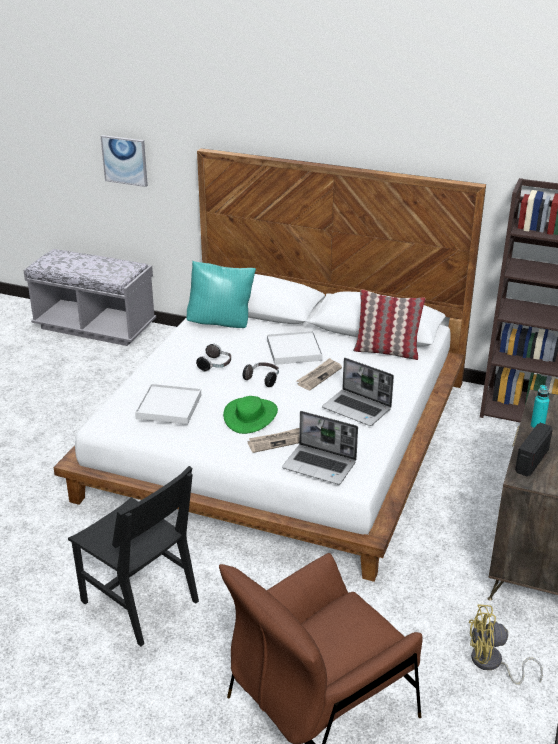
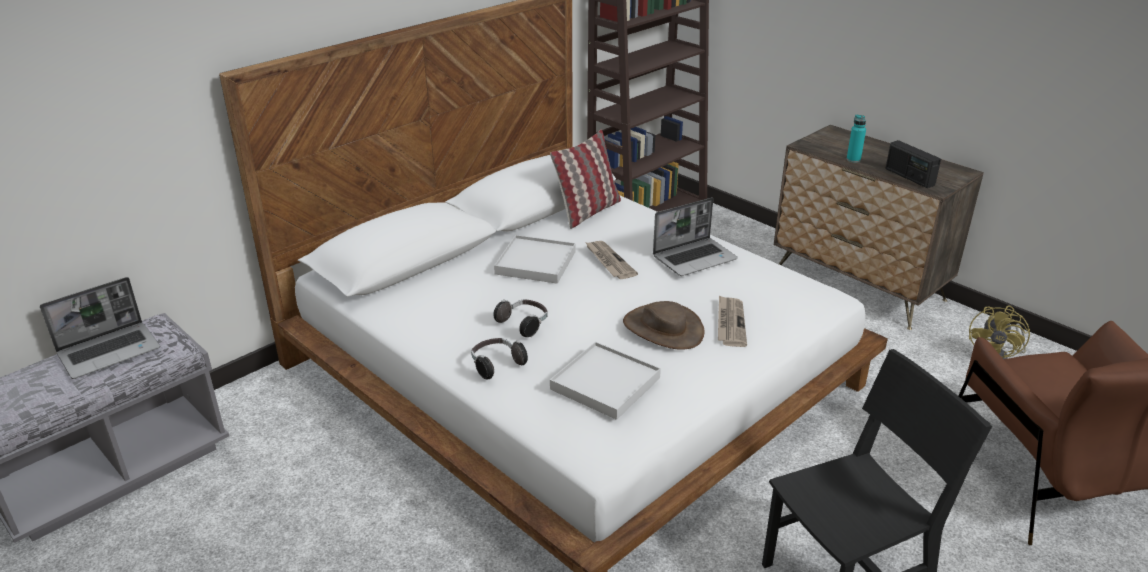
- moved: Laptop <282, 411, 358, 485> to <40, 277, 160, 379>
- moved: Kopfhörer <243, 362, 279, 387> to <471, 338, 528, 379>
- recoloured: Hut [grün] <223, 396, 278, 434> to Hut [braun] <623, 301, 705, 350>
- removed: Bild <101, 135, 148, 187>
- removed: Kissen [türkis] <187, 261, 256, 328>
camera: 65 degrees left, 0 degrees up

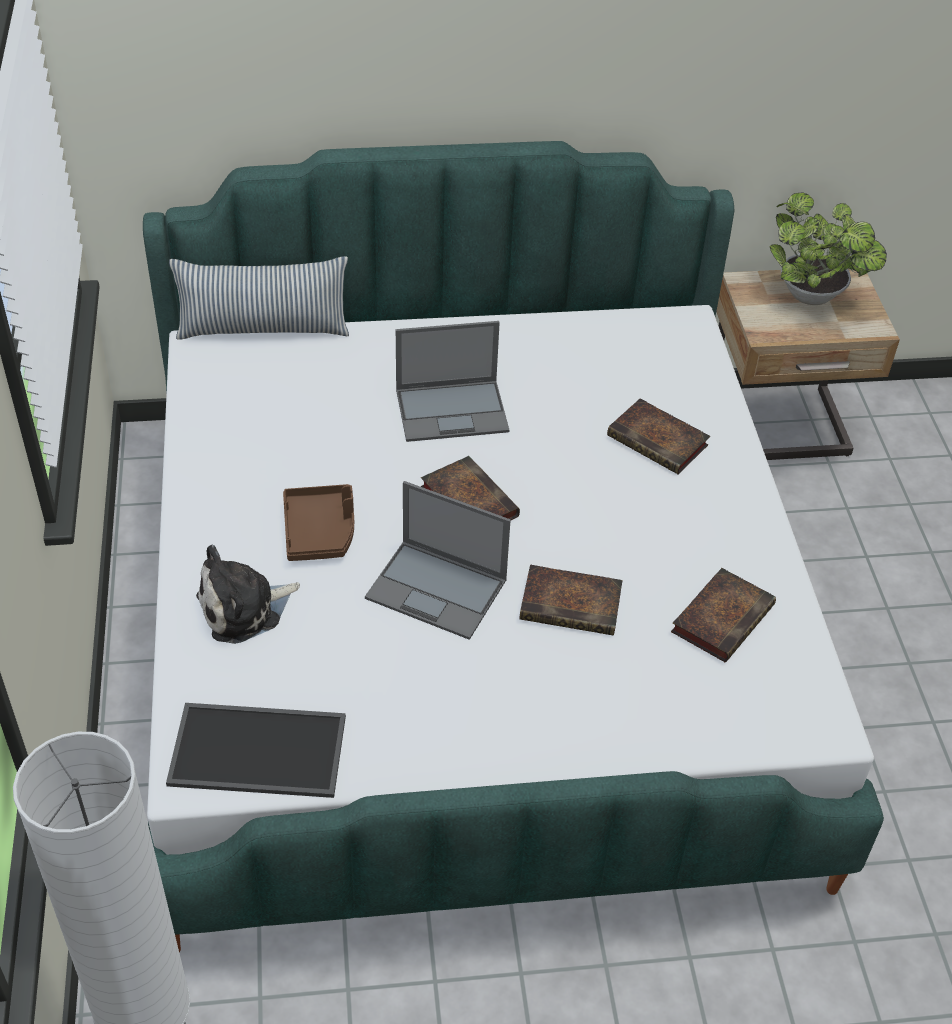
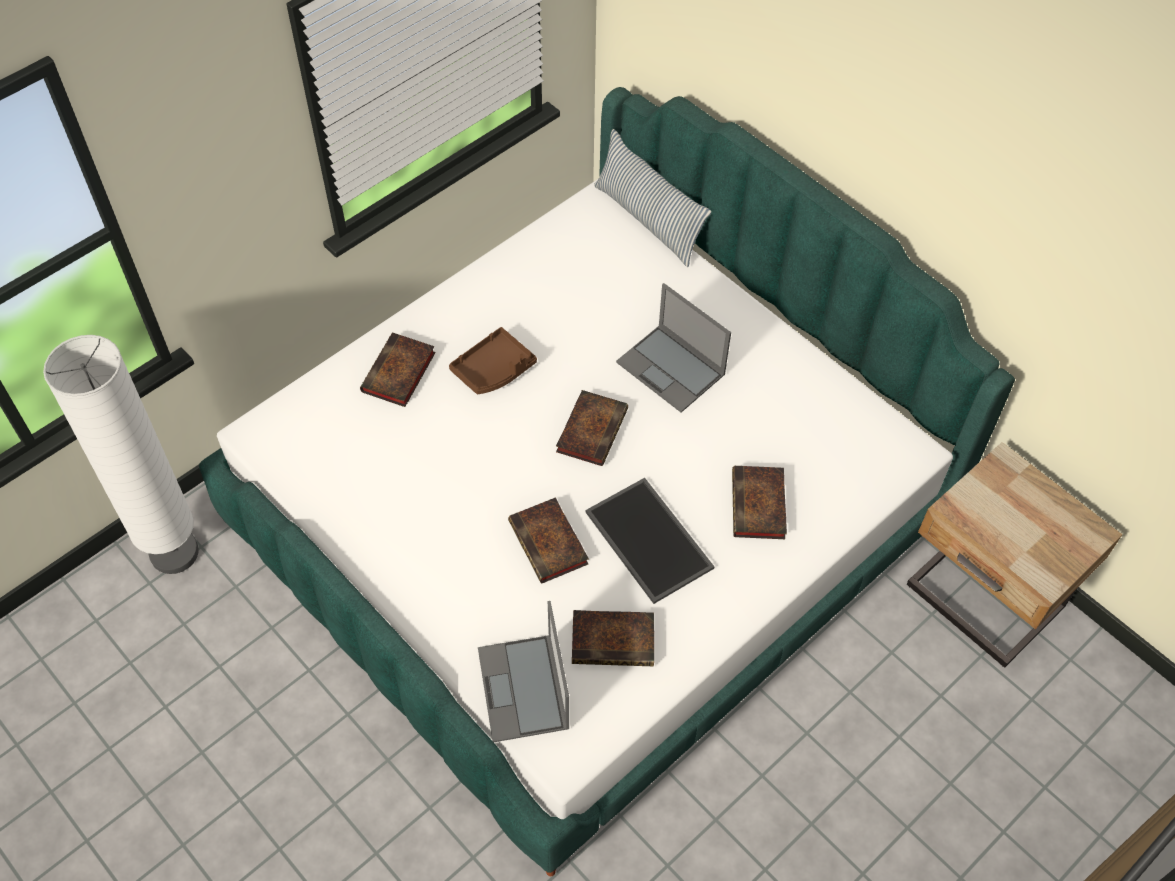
- replaced: Plüschtier <196, 545, 300, 644> to Buch <360, 332, 436, 407>
- moved: Laptop <365, 481, 511, 640> to <478, 601, 569, 742>
- moved: Tablett <166, 703, 346, 798> to <585, 478, 714, 604>
- removed: Topfpflanze <770, 192, 887, 305>
camera: 55 degrees right, 10 degrees up

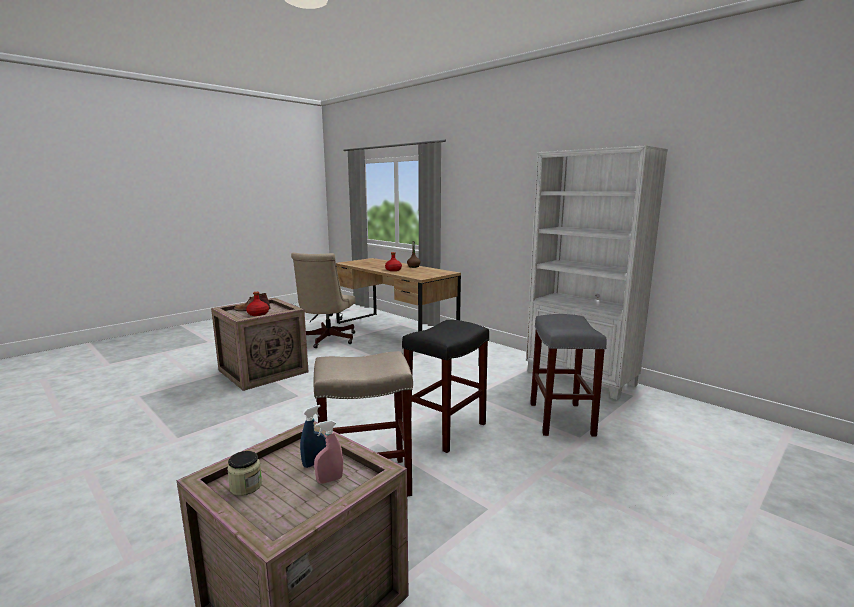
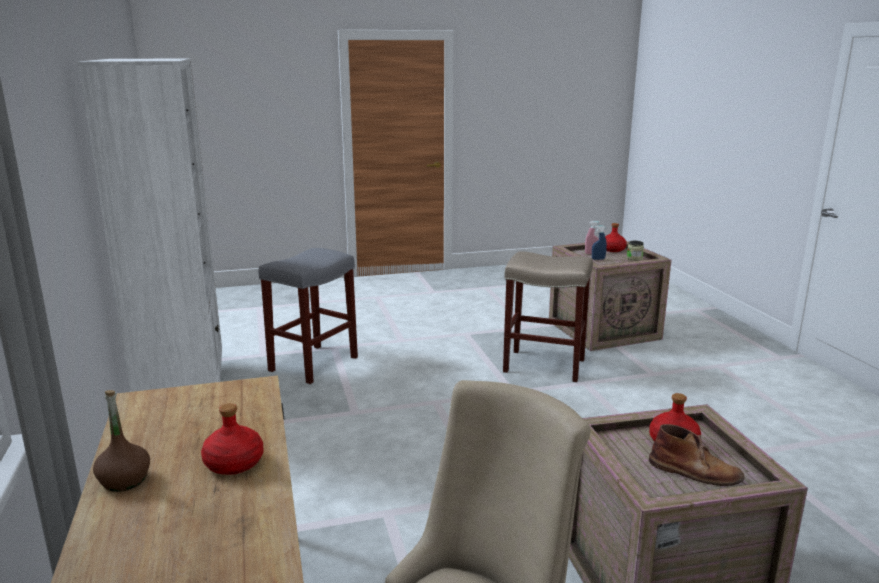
- added: Flasche [rot] <605, 223, 627, 252>
- removed: Hocker [schwarz] <402, 320, 489, 453>
camera: 150 degrees left, 5 degrees up

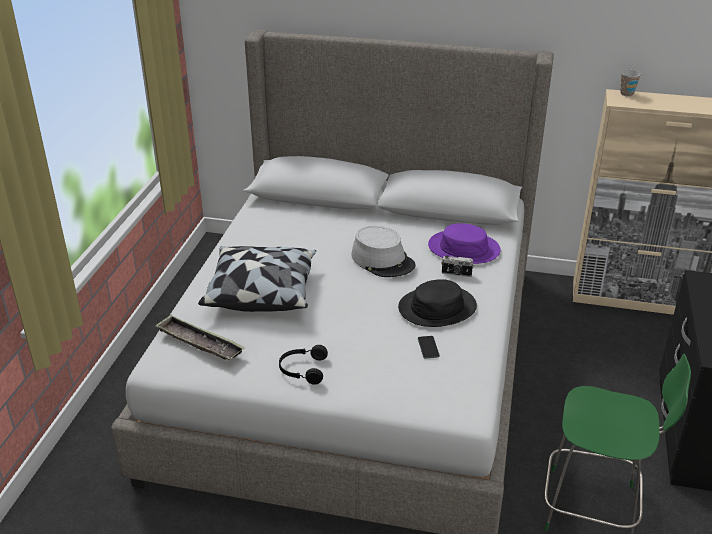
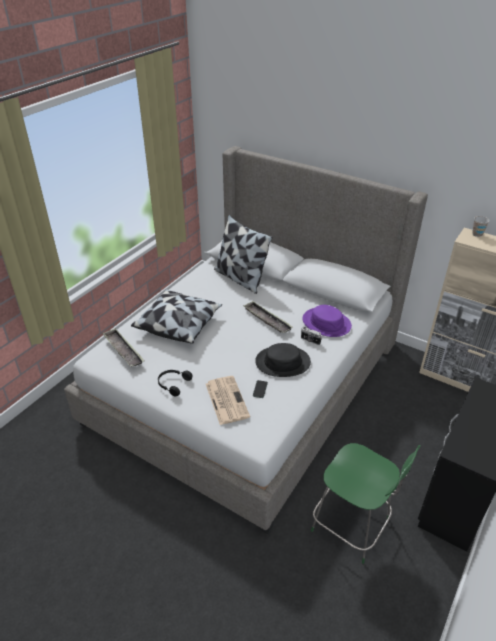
- added: Zeitung <206, 376, 250, 425>
- added: Kissen <214, 215, 273, 294>
- replaced: Hut [grau] <351, 226, 415, 277> to Tablett <243, 301, 293, 333>
camera: 20 degrees right, 5 degrees up

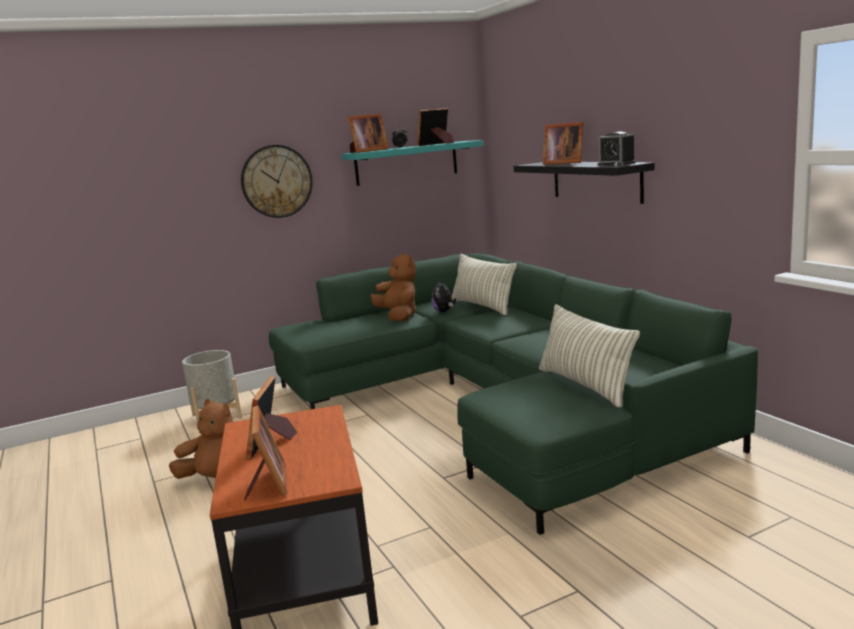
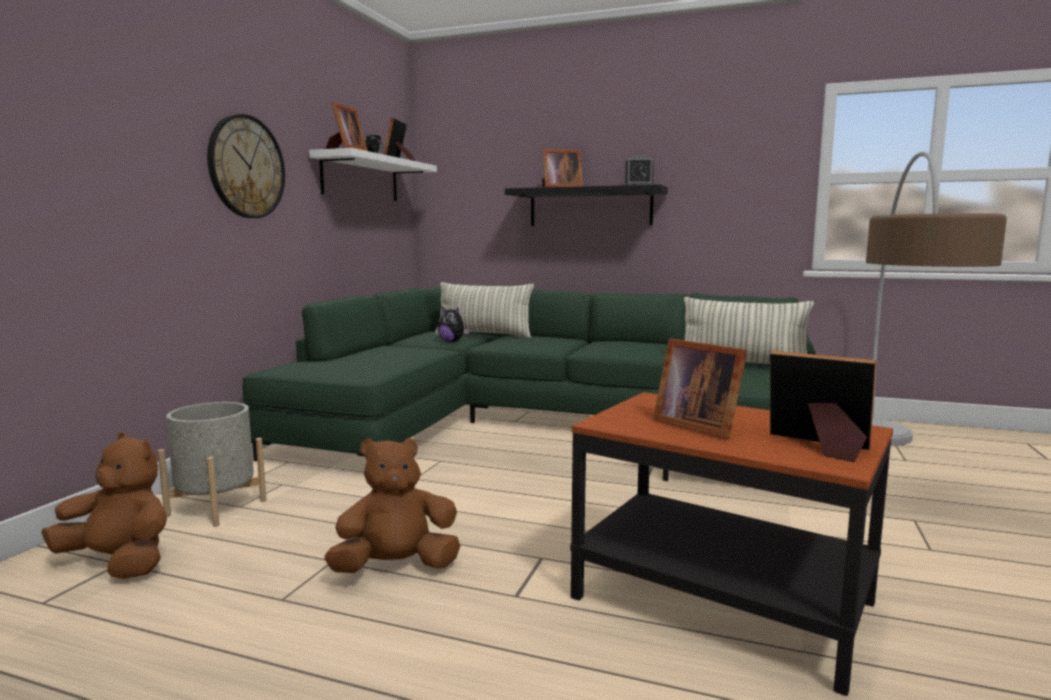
- moved: Plüschtier [braun] <370, 252, 416, 321> to <41, 432, 167, 579>
- recoloured: Wandregal [türkis] <342, 140, 483, 186> to Wandregal [weiß] <309, 148, 437, 201>
- added: Stehlampe <866, 151, 1007, 446>
camera: 45 degrees left, 5 degrees down

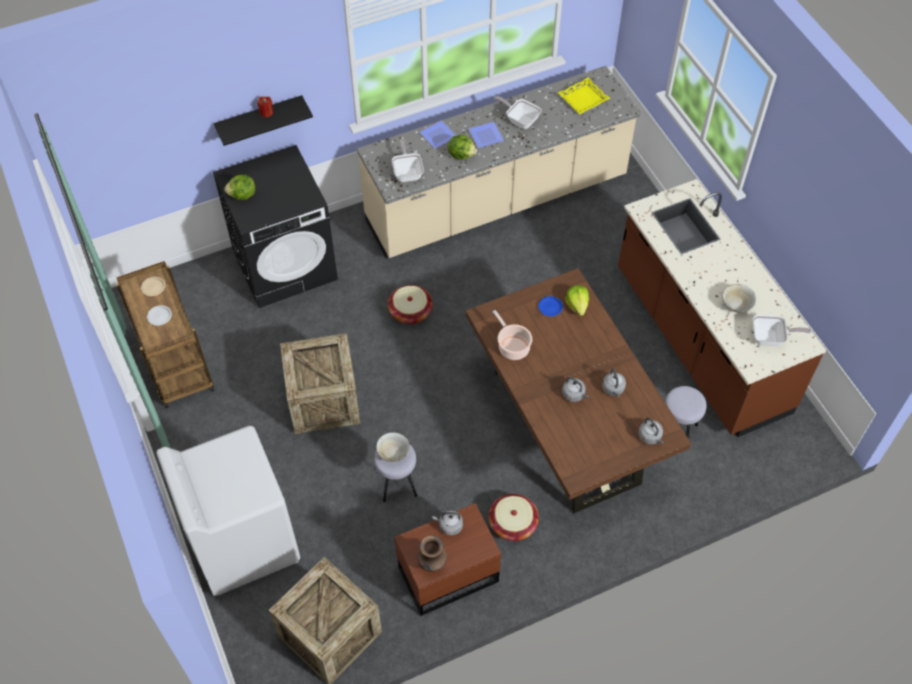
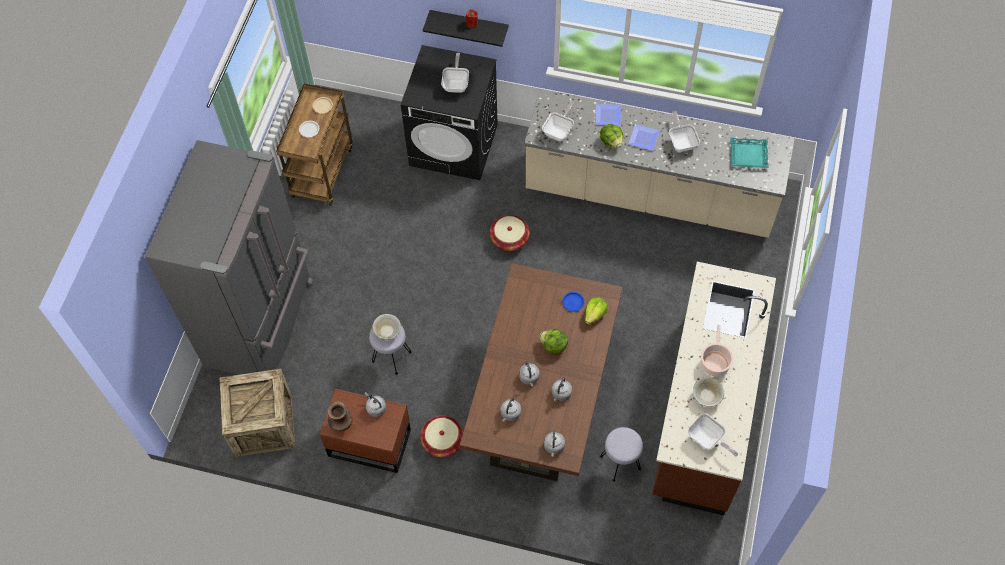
- replaced: Waschmaschine [weiß] <156, 426, 300, 596> to Kühlschrank [grau] <145, 140, 314, 375>
- added: Pfanne <441, 53, 469, 93>
- added: Wasserkessel [grau] <501, 397, 521, 422>
- moved: Salatkopf <224, 174, 255, 200> to <539, 329, 568, 354>
- moved: Kochtopf <493, 310, 532, 360> to <701, 325, 733, 377>
- recoloured: Tablett [gelb] <558, 77, 610, 114> to Tablett [türkis] <730, 137, 769, 168>
- removed: Kiste <280, 333, 361, 434>
camera: 40 degrees right, 5 degrees up

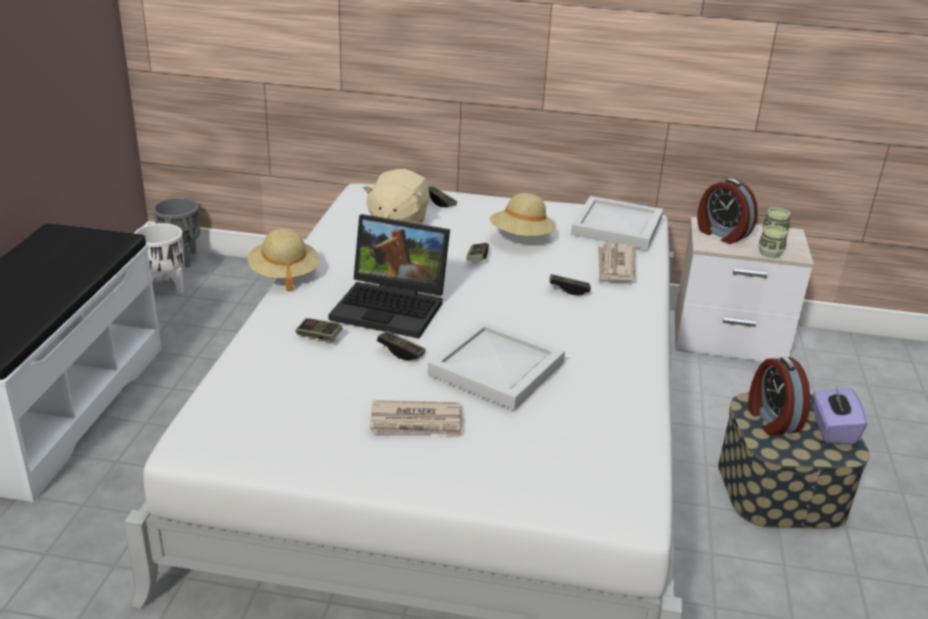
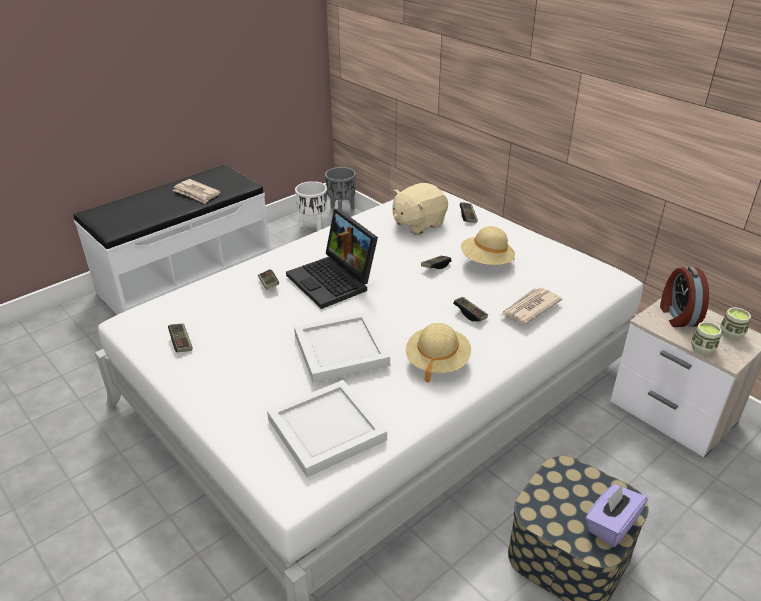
- moved: Gamepad <377, 331, 426, 361> to <168, 323, 193, 352>
- moved: Zeitung <370, 400, 464, 436> to <172, 179, 220, 204>
- moved: Tablett [weiß] <571, 196, 663, 250> to <267, 380, 387, 477>
- moved: Hut [beige] <248, 228, 320, 292> to <406, 323, 471, 383>
- removed: Wecker <748, 357, 810, 435>
camera: 40 degrees right, 5 degrees up

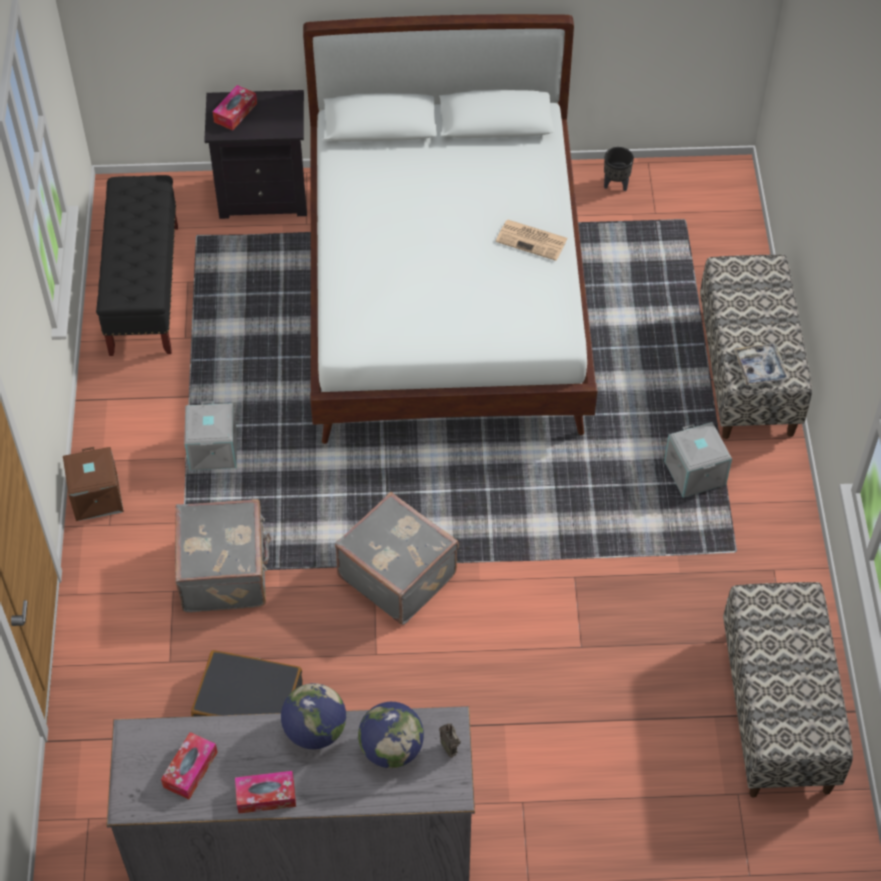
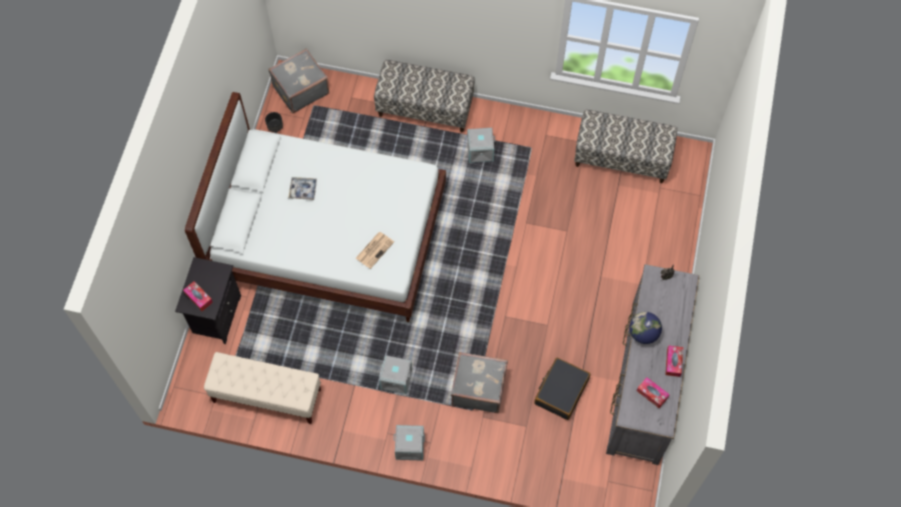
- recoloured: Bank [schwarz] <96, 175, 178, 356> to Bank [beige] <204, 352, 321, 424>
- moved: Koffer [grau] <335, 492, 459, 625> to <268, 49, 329, 113>
- moved: Tablett <734, 343, 789, 385> to <288, 177, 317, 200>
- moved: Zeitung <496, 220, 568, 261> to <356, 232, 394, 269>
- recoloured: Aufbewahrungsbox [braun] <63, 447, 124, 521> to Aufbewahrungsbox [grau] <393, 425, 425, 461>
- removed: Globus <358, 702, 424, 768>
camera: 75 degrees left, 10 degrees up

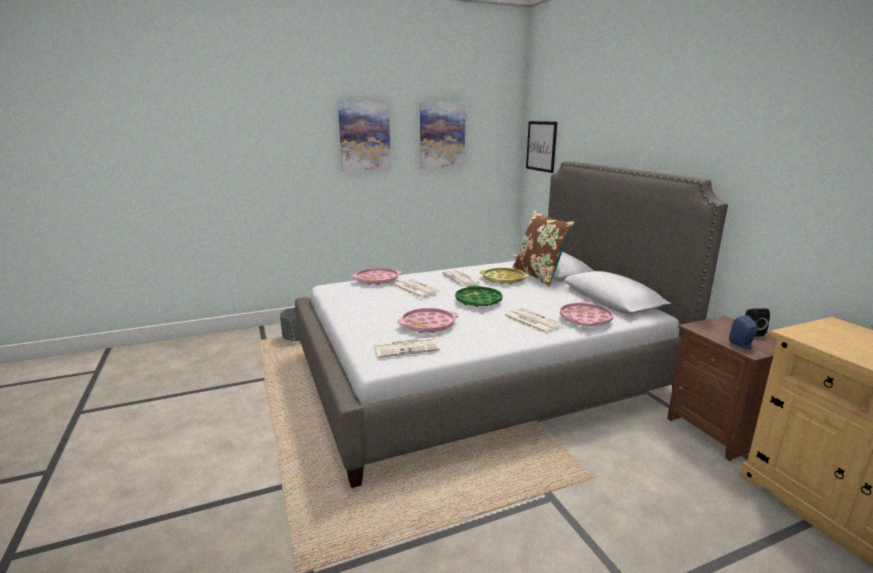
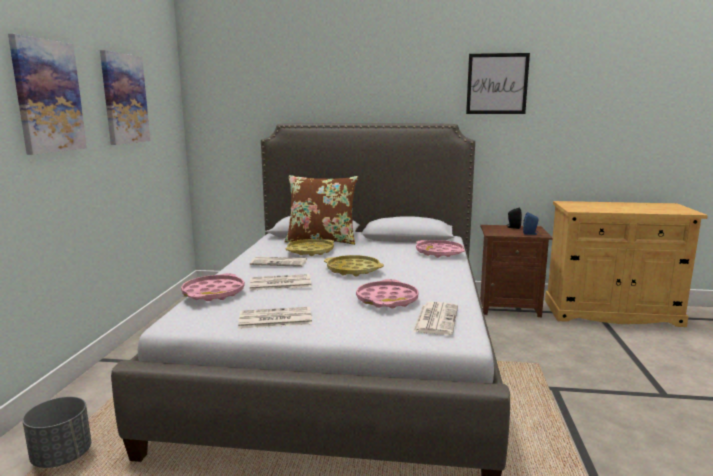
- moved: Zeitung <504, 308, 563, 334> to <238, 307, 312, 329>
- recoloured: Tablett [grün] <455, 285, 503, 307> to Tablett [gelb] <324, 255, 384, 276>
- moved: Bild <526, 121, 557, 173> to <466, 53, 530, 114>
camera: 60 degrees left, 5 degrees down

